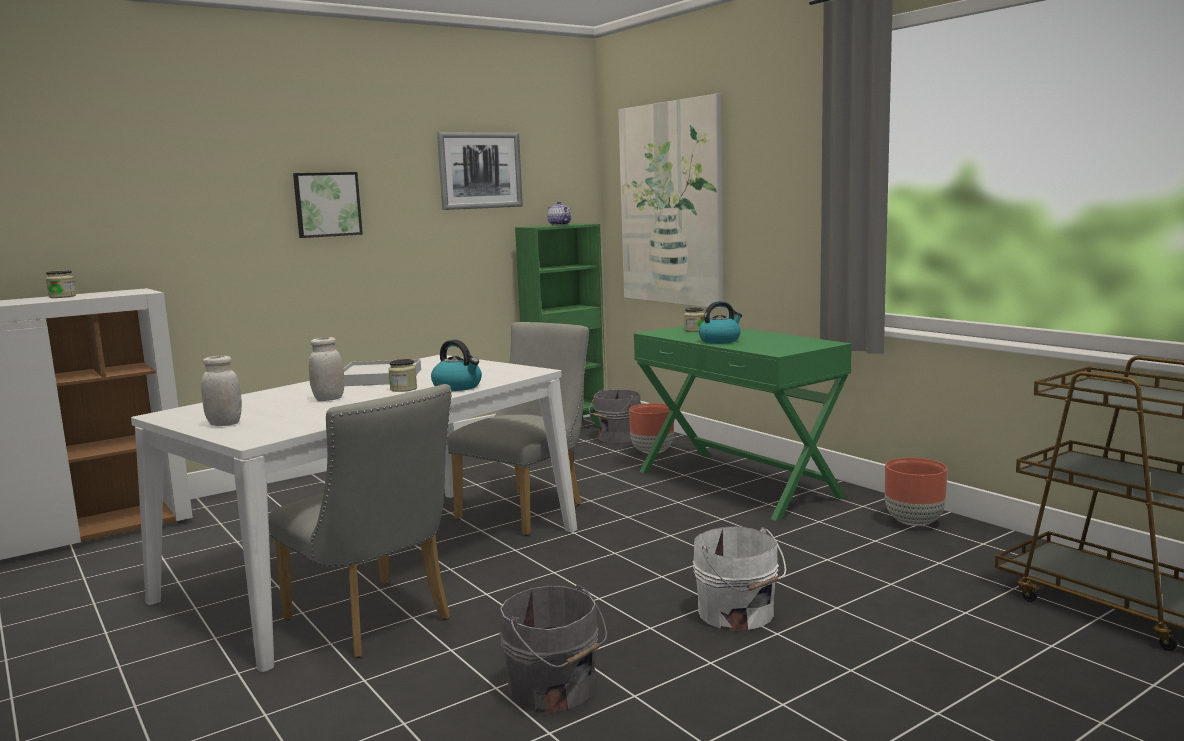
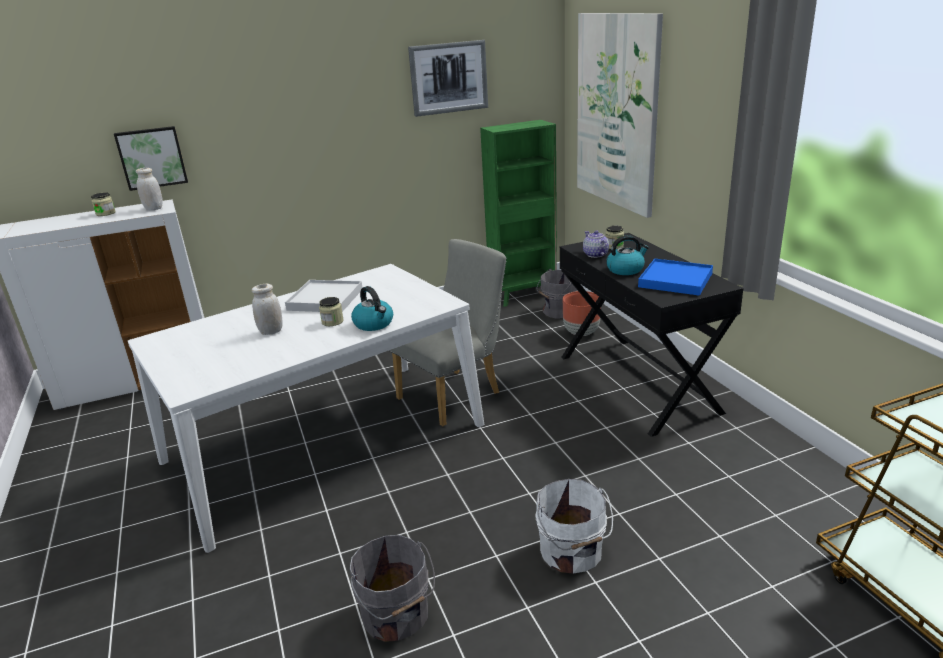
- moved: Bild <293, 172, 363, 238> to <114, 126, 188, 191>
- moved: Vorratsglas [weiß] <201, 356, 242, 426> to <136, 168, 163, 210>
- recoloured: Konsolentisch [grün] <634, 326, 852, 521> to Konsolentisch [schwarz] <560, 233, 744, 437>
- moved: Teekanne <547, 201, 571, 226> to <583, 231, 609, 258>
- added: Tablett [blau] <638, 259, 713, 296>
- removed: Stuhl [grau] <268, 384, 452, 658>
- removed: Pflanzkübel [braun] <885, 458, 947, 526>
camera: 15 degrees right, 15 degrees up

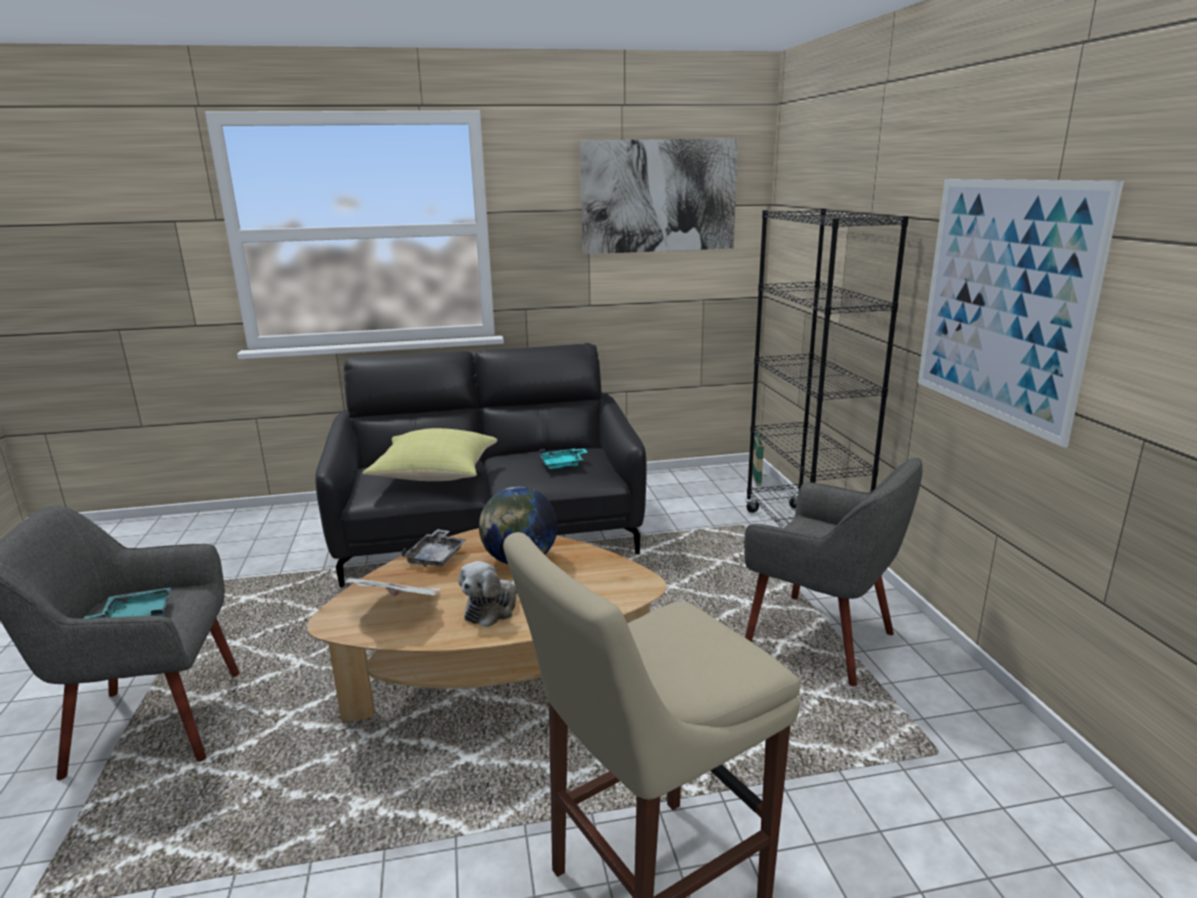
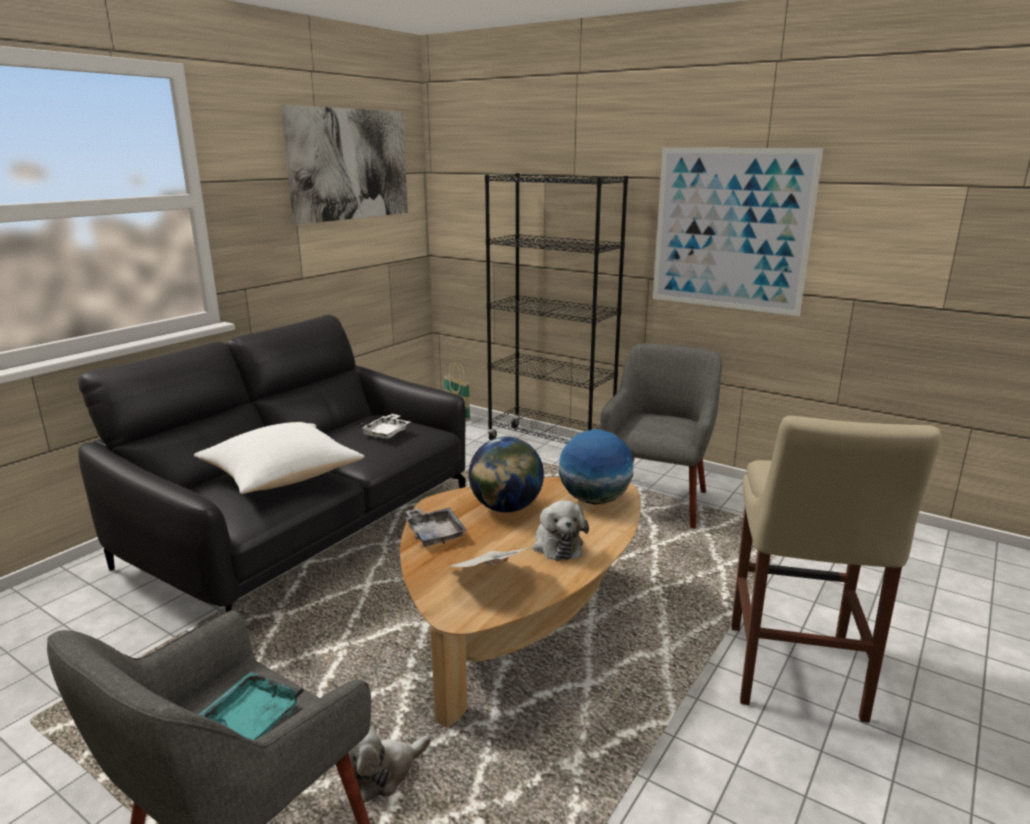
- recoloured: Kissen [gelb] <362, 428, 498, 481> to Kissen [weiß] <194, 422, 364, 494>
- added: Plüschtier <348, 727, 431, 802>
- recoloured: Tablett [türkis] <539, 448, 587, 469> to Tablett [weiß] <359, 414, 410, 438>
- added: Globus <559, 429, 634, 505>
- turned: Sessel [grau] <744, 458, 923, 686> = <600, 344, 722, 528> 60 degrees counterclockwise
camera: 45 degrees left, 0 degrees up

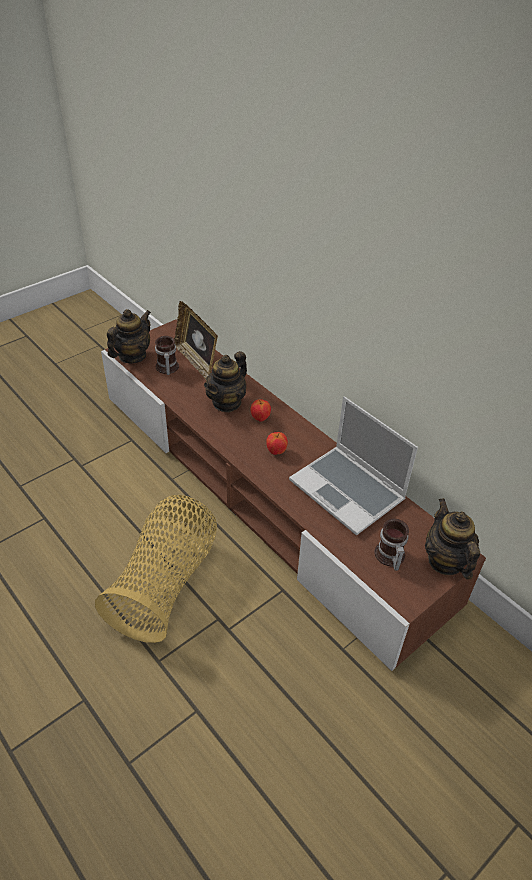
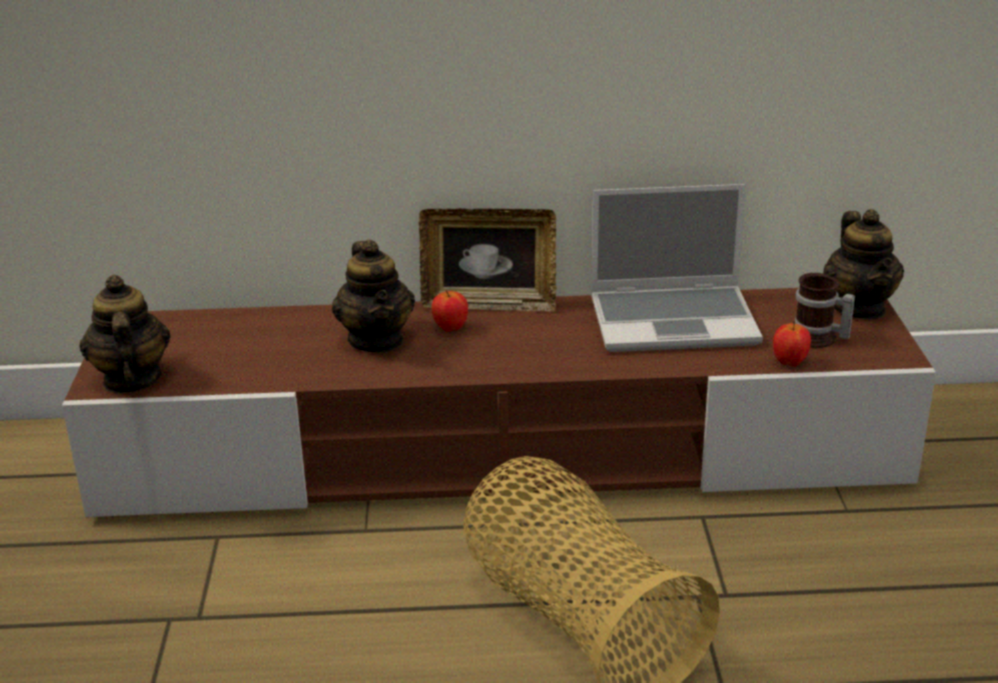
- moved: Bilderrahmen <174, 301, 218, 380> to <419, 208, 557, 312>
- moved: Apfel <266, 432, 288, 455> to <773, 321, 811, 367>
- turned: Teekanne <425, 498, 480, 580> = <823, 209, 904, 320> 120 degrees counterclockwise
- removed: Henkelbecher <155, 336, 179, 375>
camera: 50 degrees left, 15 degrees down

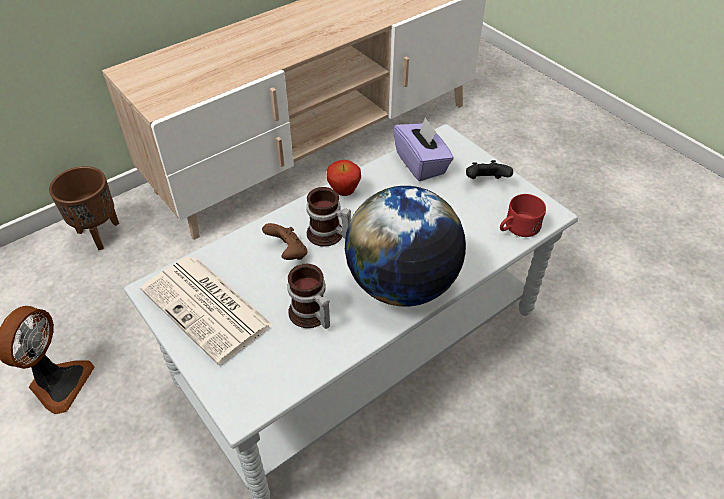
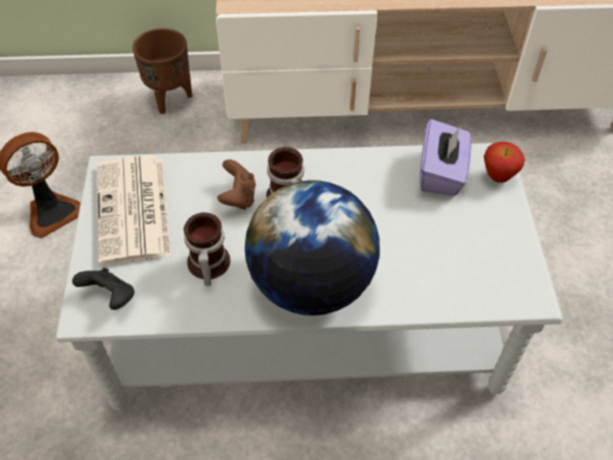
- moved: Gamepad [schwarz] <466, 160, 513, 179> to <72, 268, 134, 310>
- moved: Apfel <327, 160, 361, 196> to <484, 142, 525, 183>
- removed: Henkelbecher [rot] <500, 194, 546, 237>
camera: 35 degrees right, 5 degrees up

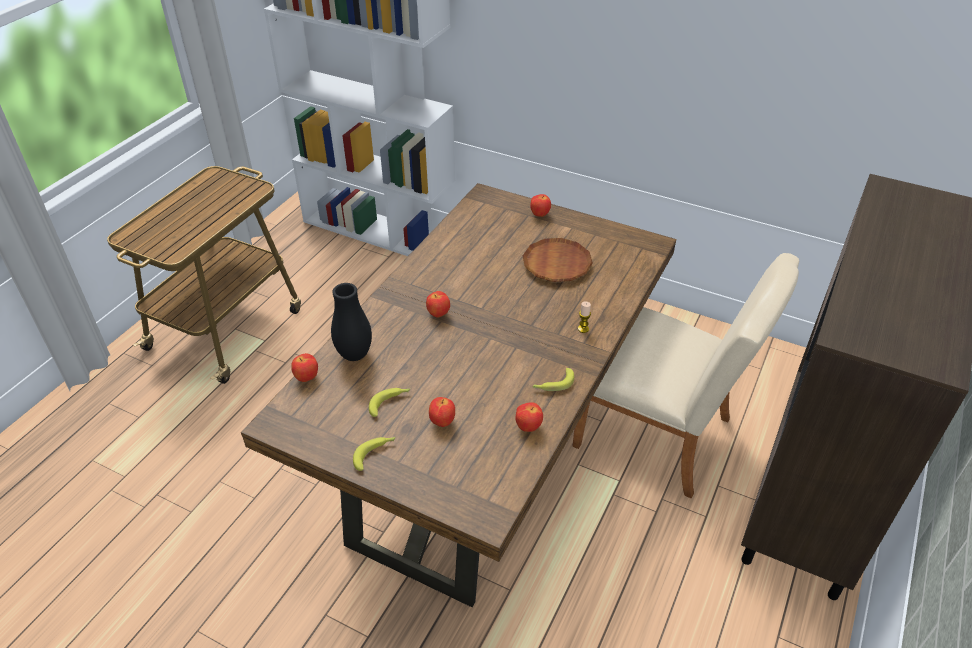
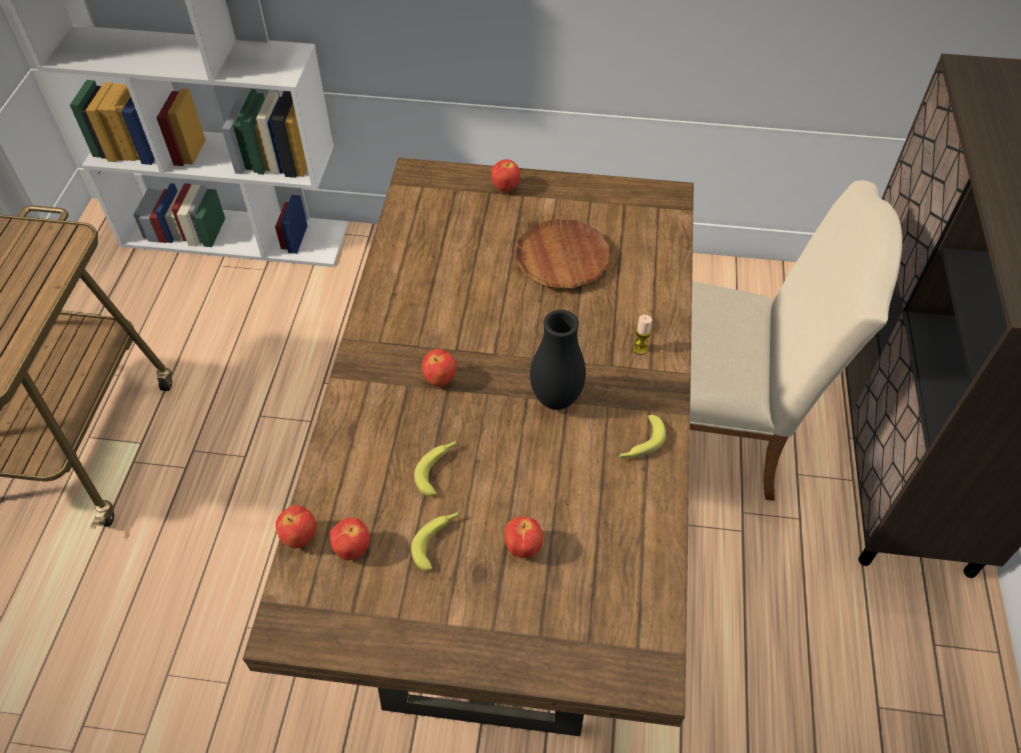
- moved: Apfel <516, 402, 543, 432> to <330, 517, 370, 560>
- moved: Banane <353, 437, 396, 471> to <414, 440, 456, 496>
- moved: Vase [schwarz] <331, 283, 372, 361> to <530, 310, 586, 410>
camera: 20 degrees left, 10 degrees up

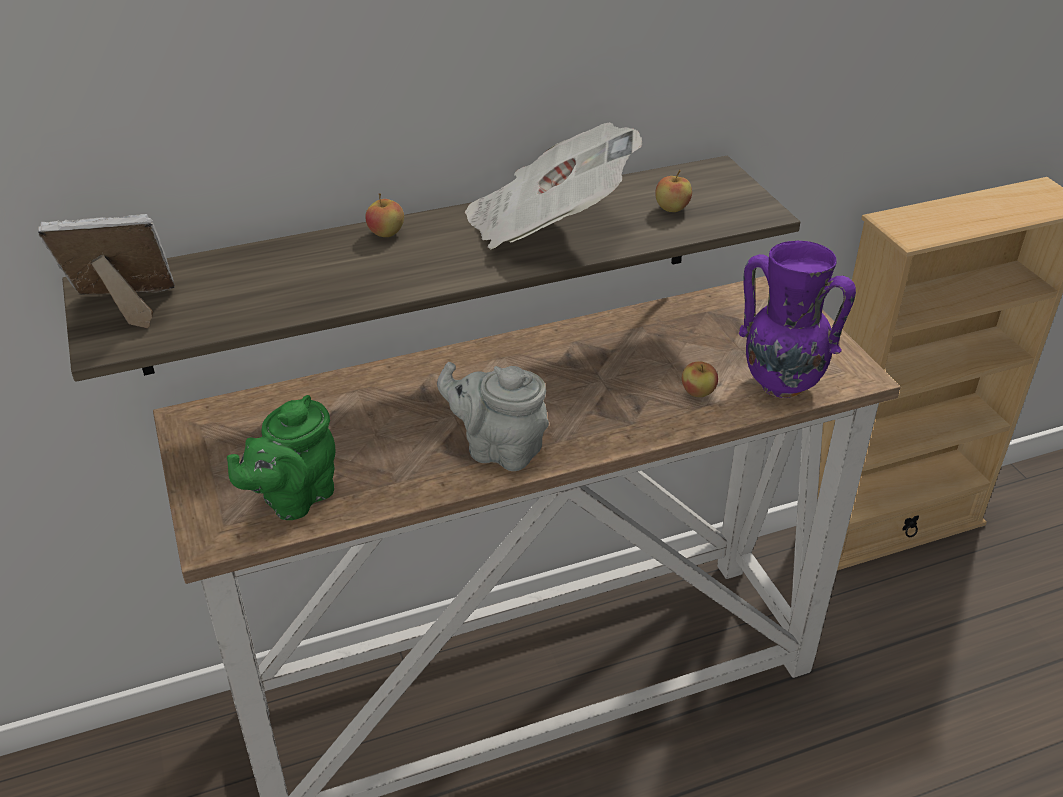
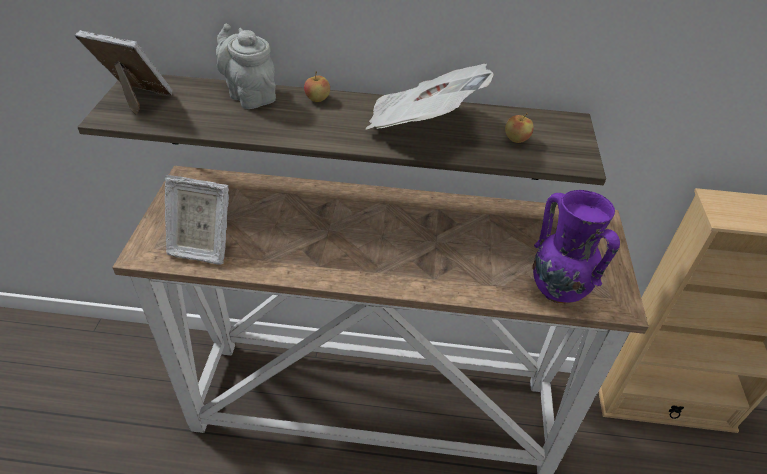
- replaced: Teekanne [grün] <227, 395, 335, 520> to Bilderrahmen <165, 175, 229, 264>
- moved: Teekanne [grau] <437, 362, 549, 471> to <216, 24, 276, 109>
- removed: Apfel <682, 361, 718, 397>
camera: 25 degrees right, 5 degrees up

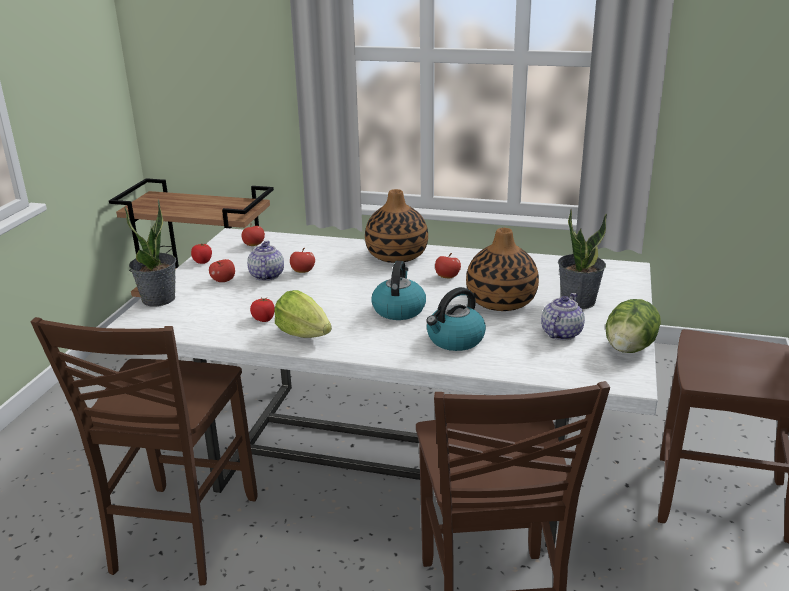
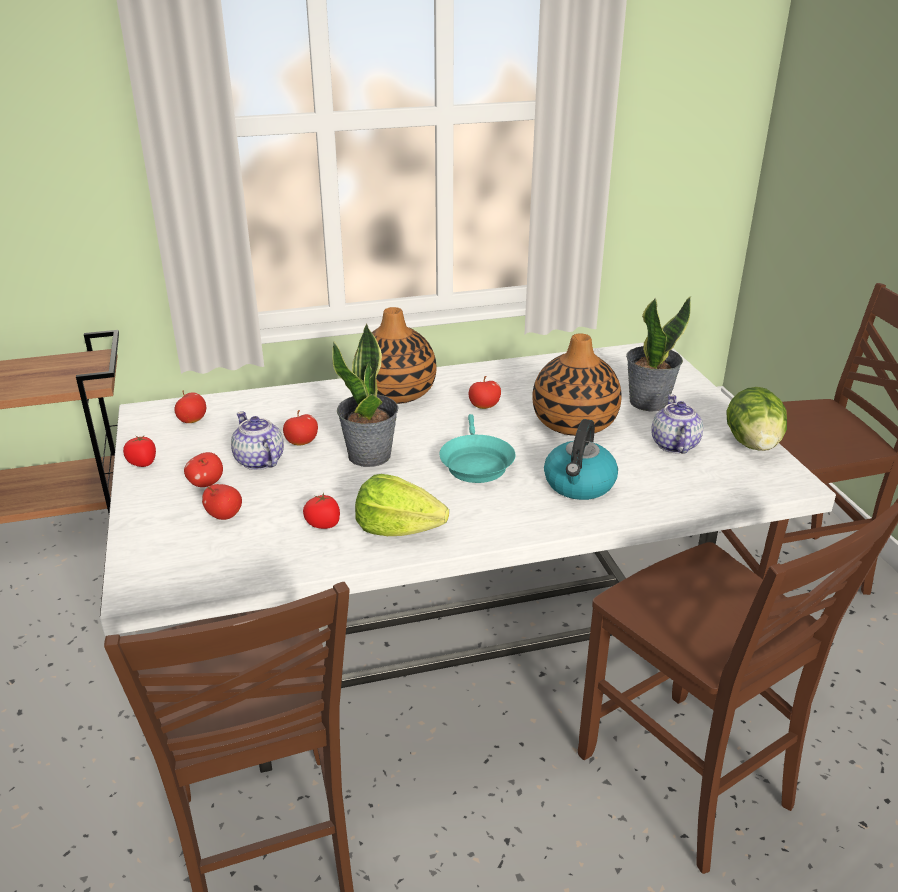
- added: Apfel <202, 484, 242, 520>
- moved: Topfpflanze <124, 199, 176, 307> to <332, 323, 399, 467>
- replaced: Wasserkessel <371, 261, 426, 320> to Pfanne [türkis] <440, 414, 516, 483>
camera: 30 degrees left, 5 degrees up

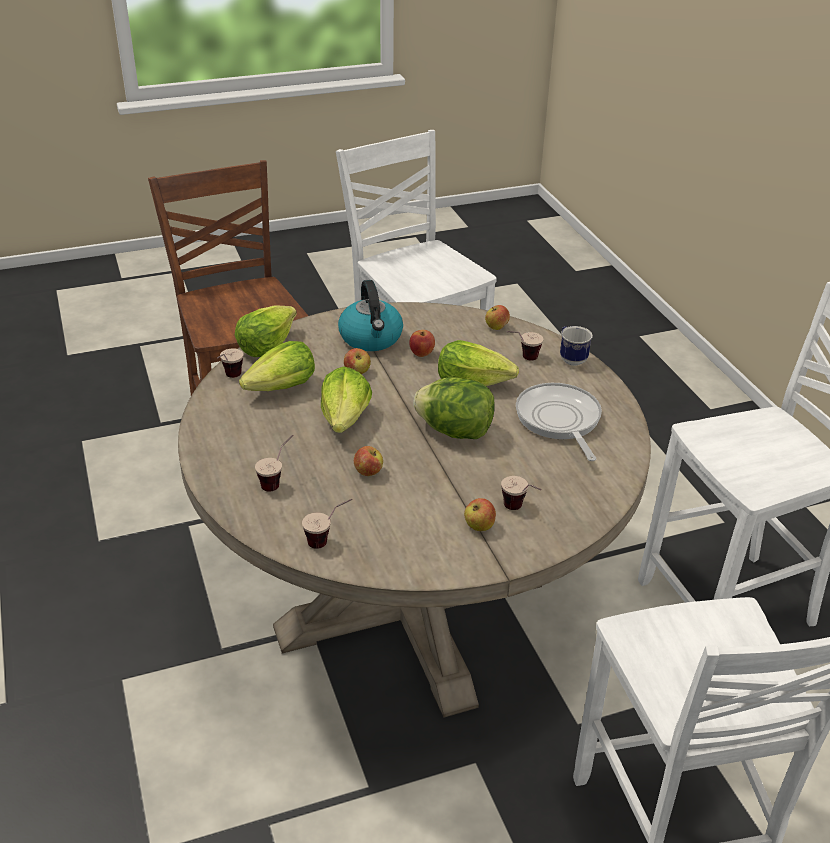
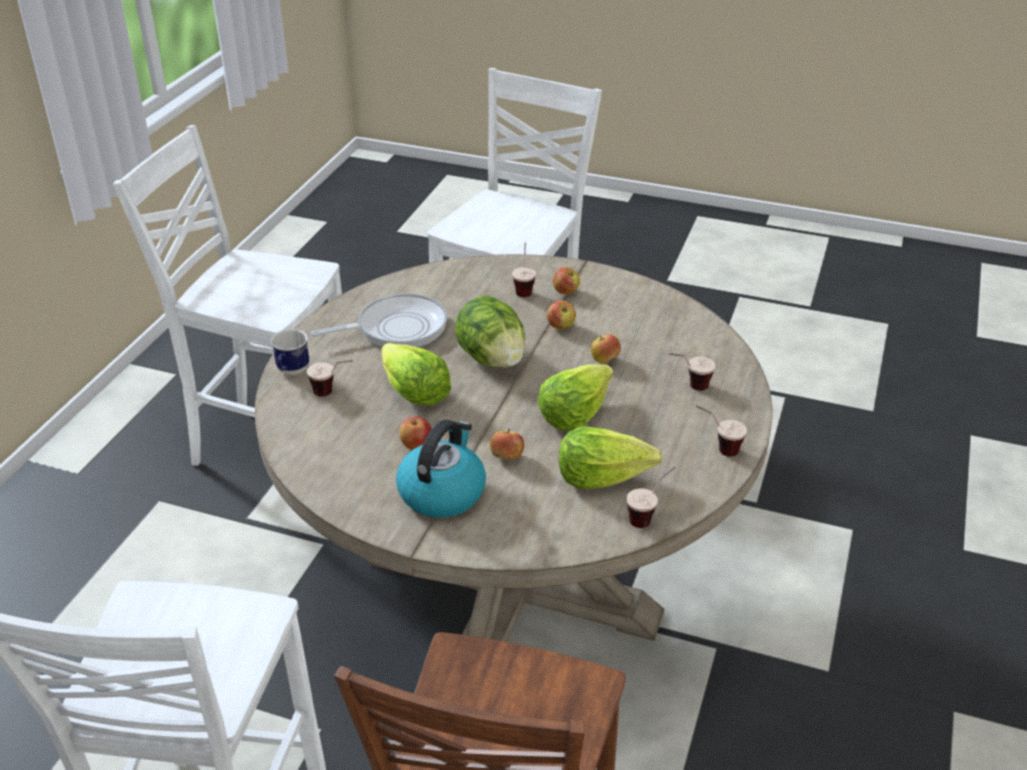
- turned: Pfanne <516, 383, 602, 461> = <311, 293, 447, 347> 135 degrees counterclockwise
- moved: Apfel <485, 305, 510, 330> to <547, 300, 576, 329>
- moved: Tasse <302, 499, 352, 549> to <696, 405, 747, 457>
- removed: Salatkopf <235, 305, 297, 357>
camera: 140 degrees left, 0 degrees up

